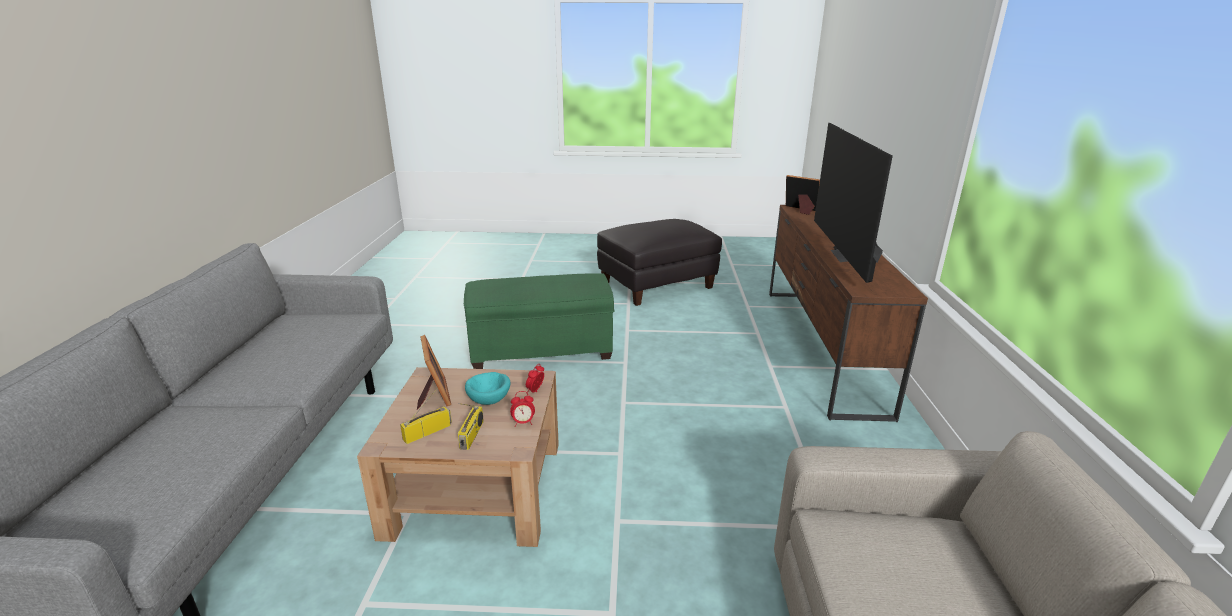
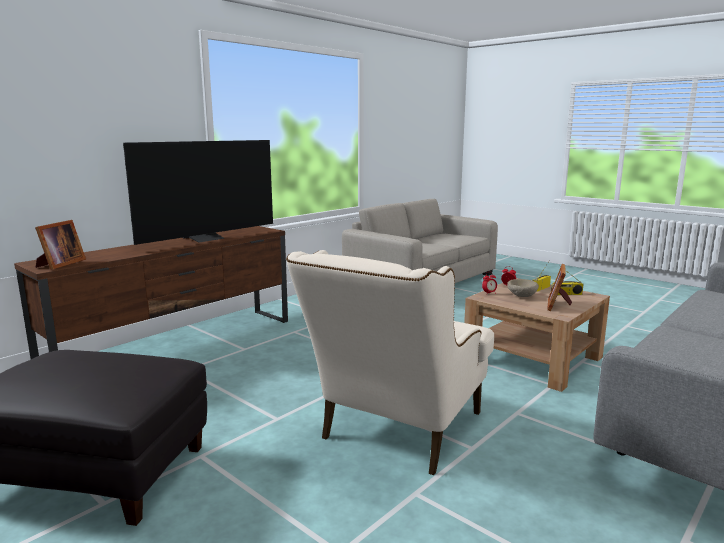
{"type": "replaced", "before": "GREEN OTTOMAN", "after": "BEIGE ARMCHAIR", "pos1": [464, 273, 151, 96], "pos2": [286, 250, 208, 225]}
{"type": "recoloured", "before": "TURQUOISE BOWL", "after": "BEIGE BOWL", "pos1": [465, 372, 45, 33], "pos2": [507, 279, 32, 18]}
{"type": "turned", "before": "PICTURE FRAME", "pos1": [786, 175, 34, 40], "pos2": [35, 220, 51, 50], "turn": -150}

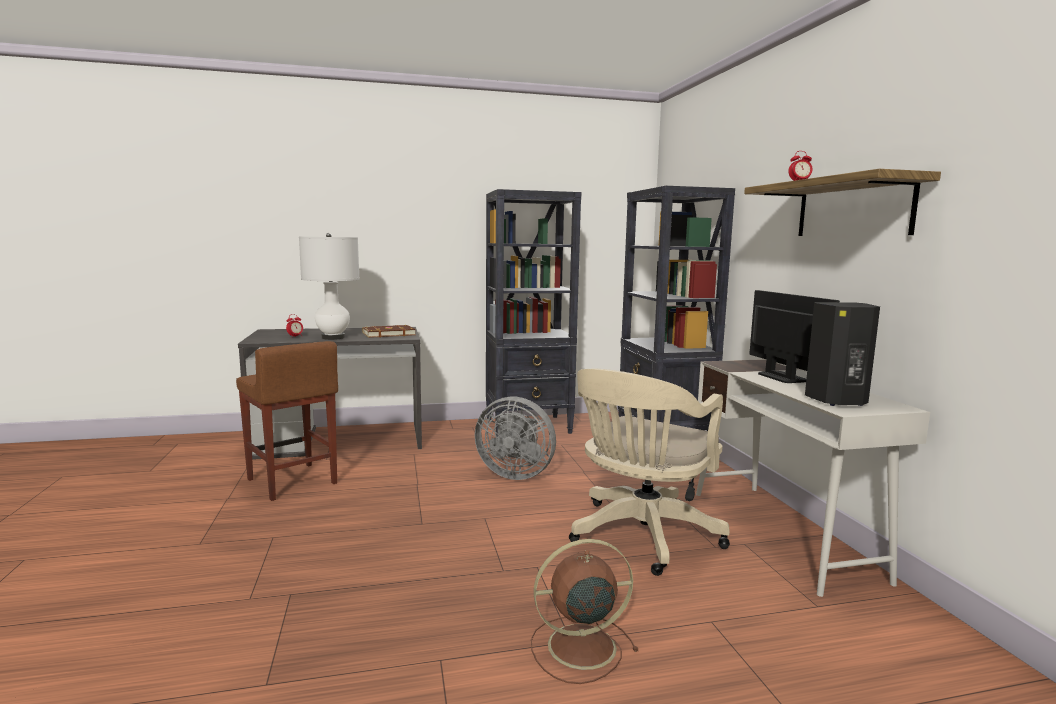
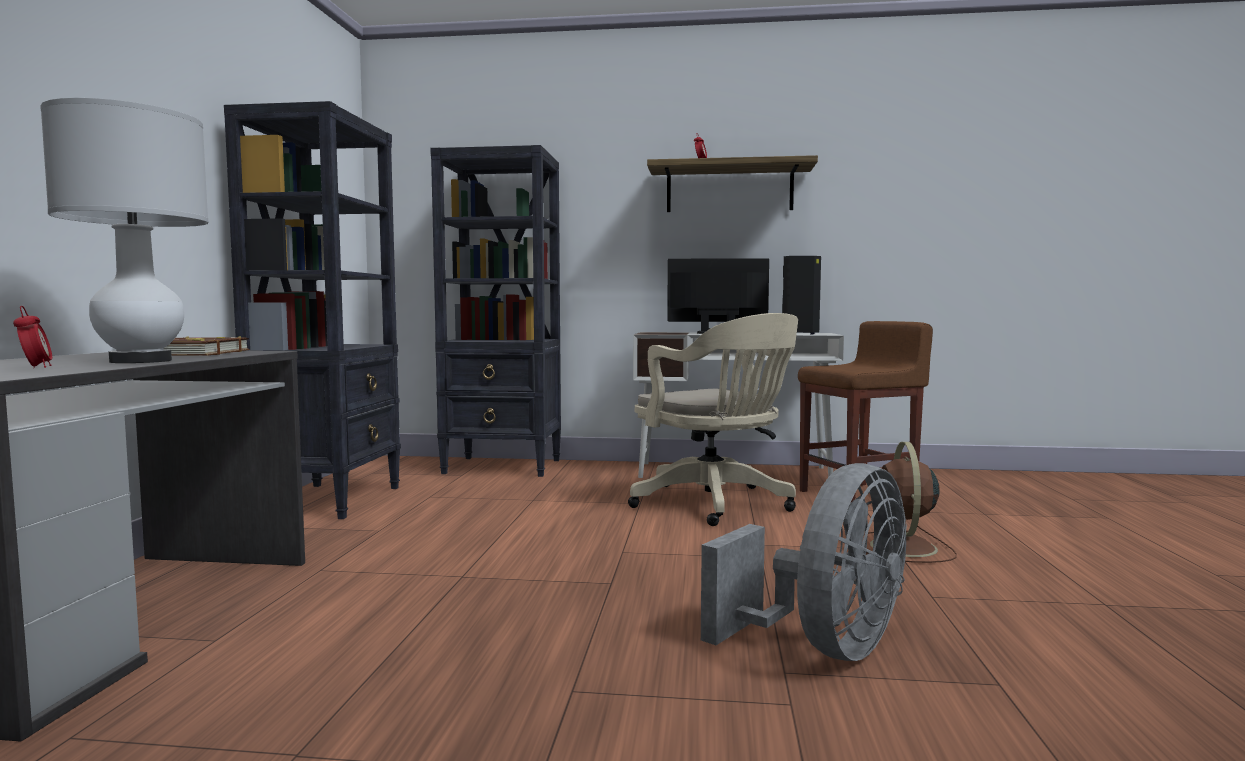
{"type": "moved", "before": "BROWN STOOL", "pos1": [236, 341, 102, 160], "pos2": [798, 321, 135, 181]}
{"type": "moved", "before": "GREY FAN", "pos1": [475, 397, 81, 83], "pos2": [701, 463, 206, 198]}

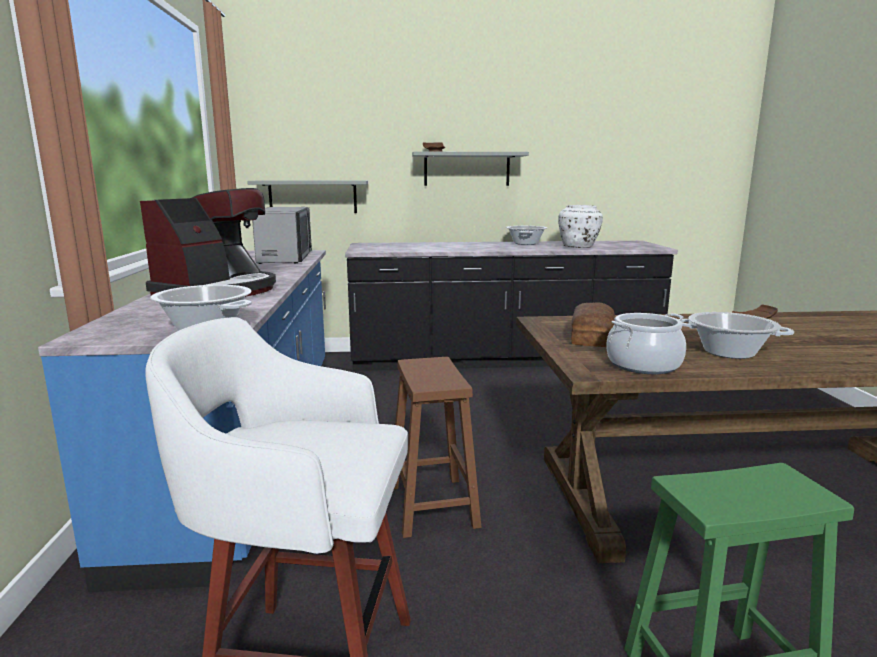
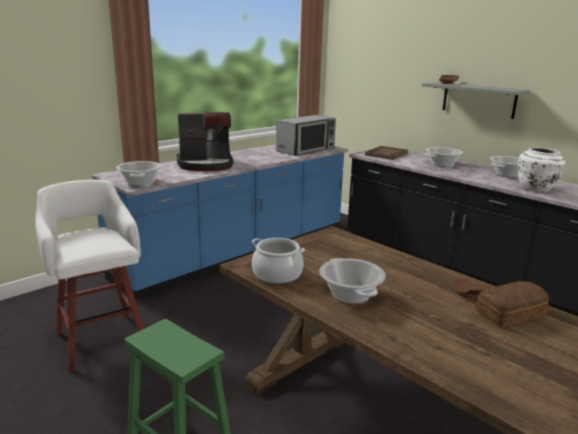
{"type": "removed", "before": "GREY SHELF", "pos1": [247, 181, 121, 32]}
{"type": "removed", "before": "BROWN STOOL", "pos1": [394, 357, 87, 181]}
{"type": "moved", "before": "BREAD", "pos1": [571, 303, 44, 44], "pos2": [475, 281, 74, 46]}
{"type": "added", "after": "BROWN TRAY", "pos2": [365, 146, 43, 14]}
{"type": "added", "after": "COOKING POT", "pos2": [425, 147, 38, 20]}

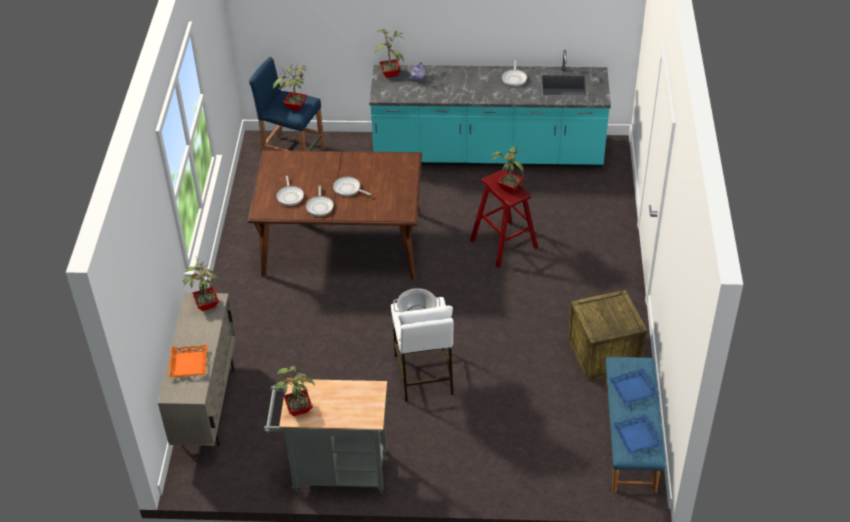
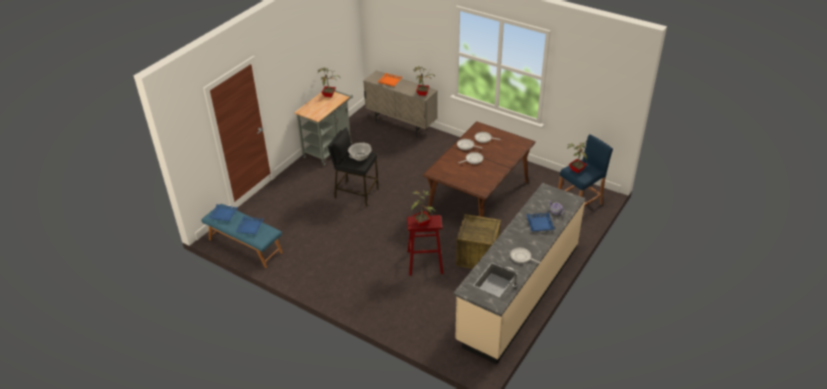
{"type": "recoloured", "before": "TURQUOISE COUNTER", "after": "BEIGE COUNTER", "pos1": [369, 50, 242, 117], "pos2": [453, 183, 133, 181]}
{"type": "removed", "before": "POTTED PLANT", "pos1": [375, 29, 29, 49]}
{"type": "recoloured", "before": "WHITE STOOL", "after": "BLACK STOOL", "pos1": [391, 297, 63, 105], "pos2": [328, 127, 50, 79]}
{"type": "moved", "before": "CRATE", "pos1": [568, 290, 79, 91], "pos2": [456, 214, 45, 55]}
{"type": "added", "after": "BLUE TRAY", "pos2": [526, 213, 29, 18]}

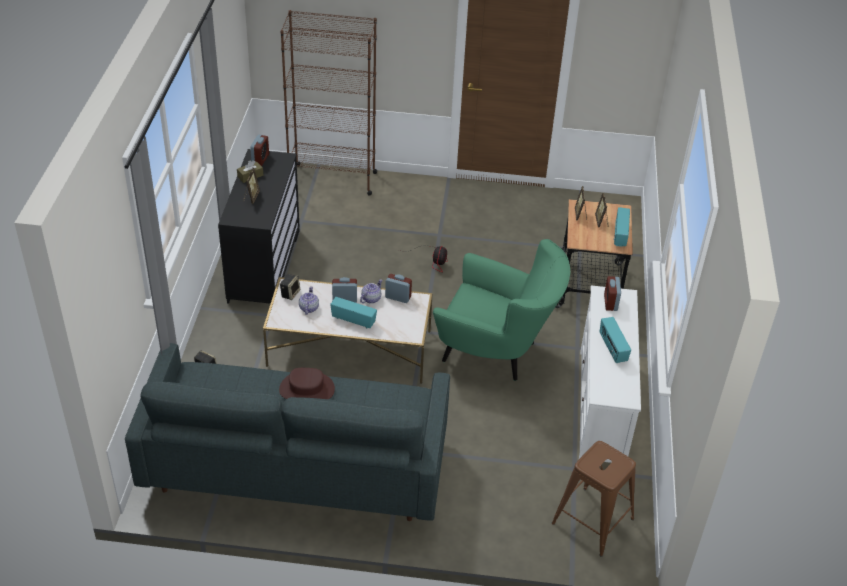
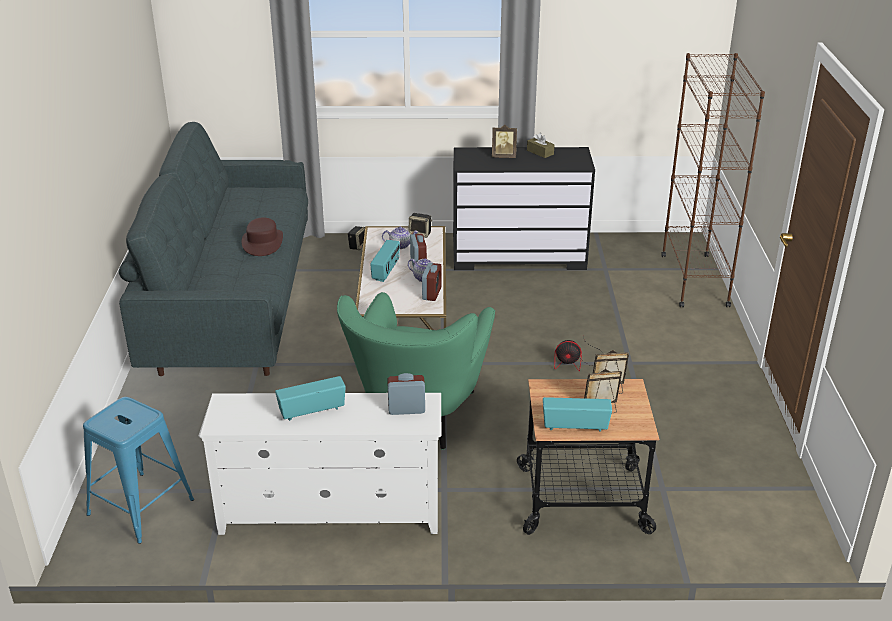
{"type": "removed", "before": "ALARM CLOCK", "pos1": [250, 135, 19, 31]}
{"type": "recoloured", "before": "BROWN STOOL", "after": "BLUE STOOL", "pos1": [552, 441, 84, 116], "pos2": [83, 397, 111, 147]}

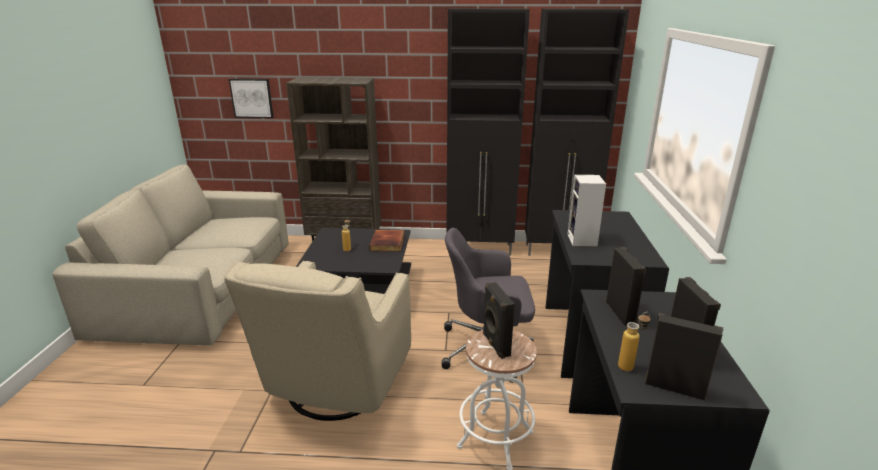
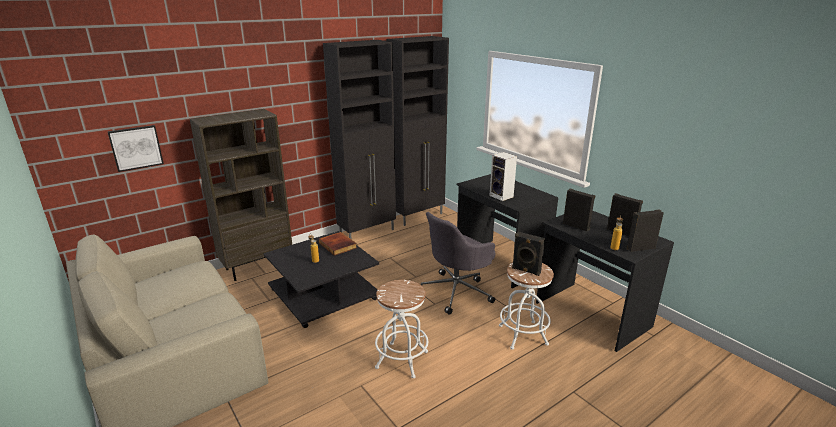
{"type": "replaced", "before": "BEIGE ARMCHAIR", "after": "WHITE STOOL", "pos1": [224, 261, 187, 160], "pos2": [375, 280, 53, 98]}

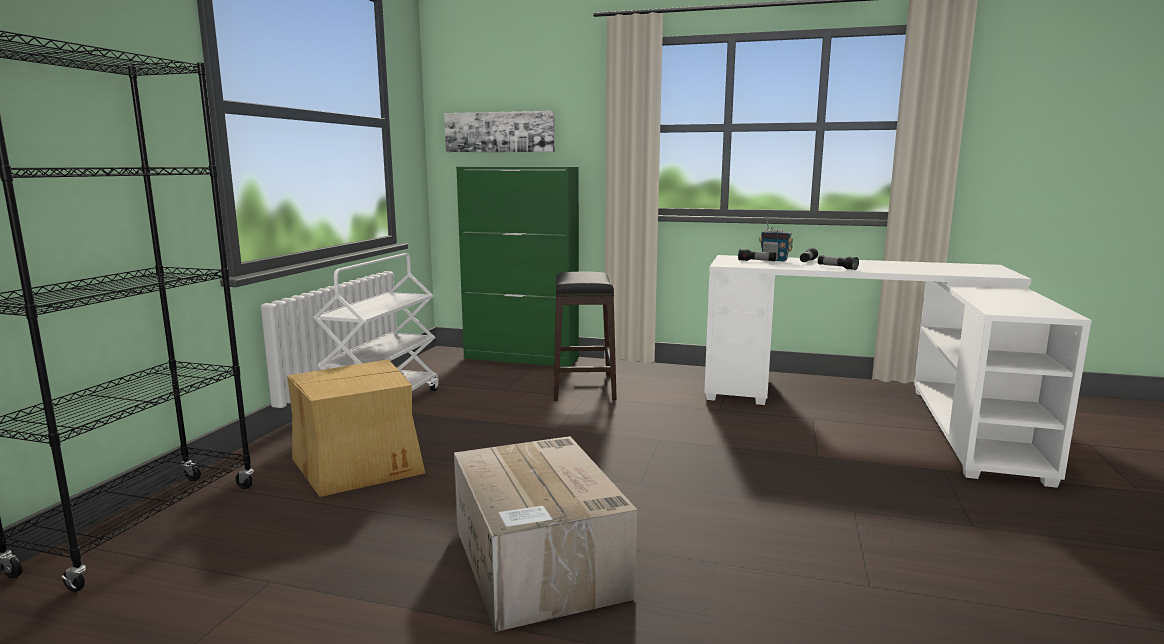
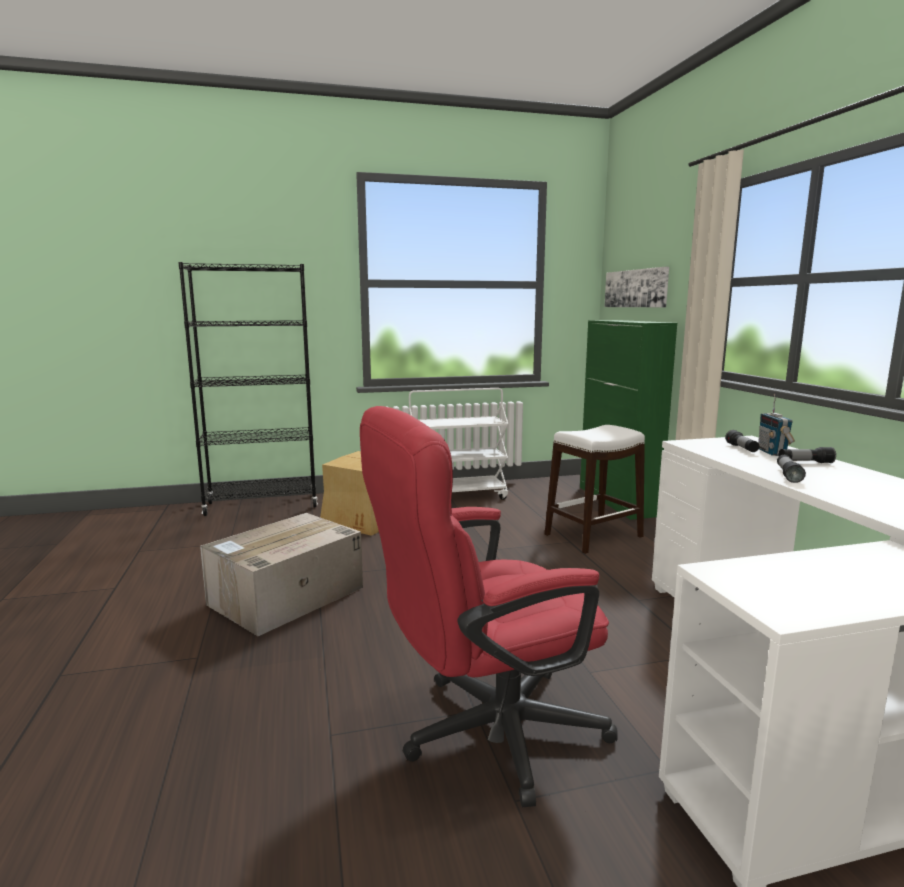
{"type": "recoloured", "before": "BLACK STOOL", "after": "WHITE STOOL", "pos1": [554, 272, 63, 129], "pos2": [545, 425, 100, 129]}
{"type": "added", "after": "RED OFFICE CHAIR", "pos2": [360, 406, 258, 402]}

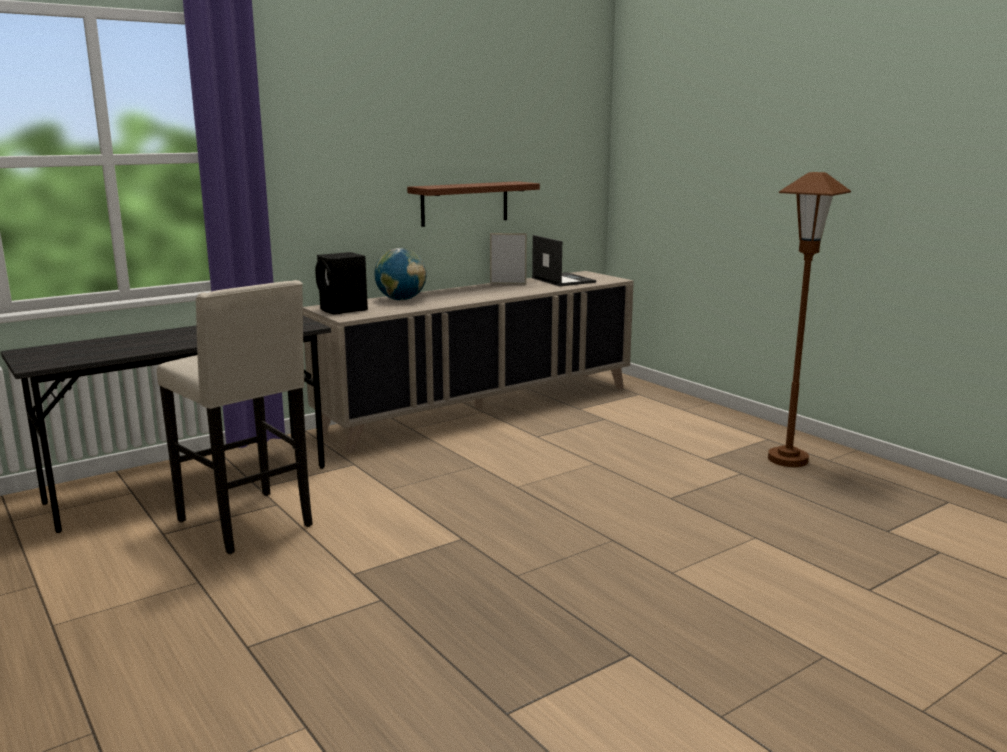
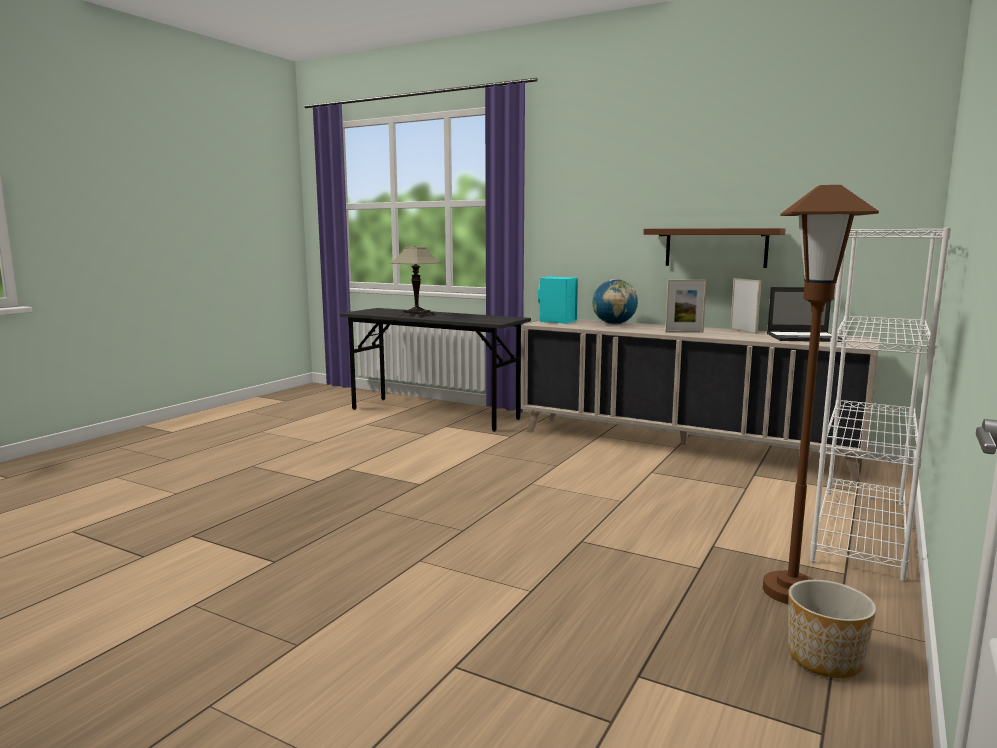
{"type": "removed", "before": "BEIGE STOOL", "pos1": [157, 280, 155, 274]}
{"type": "recoloured", "before": "BLACK SPEAKER", "after": "TURQUOISE SPEAKER", "pos1": [315, 252, 53, 62], "pos2": [538, 277, 40, 47]}
{"type": "turned", "before": "LAPTOP", "pos1": [532, 235, 64, 51], "pos2": [767, 287, 75, 55], "turn": 60}
{"type": "added", "after": "TABLE LAMP", "pos2": [390, 246, 52, 72]}
{"type": "added", "after": "PICTURE FRAME", "pos2": [665, 280, 42, 53]}
{"type": "added", "after": "PLANTER", "pos2": [788, 580, 88, 98]}
{"type": "added", "after": "WHITE BOOKCASE", "pos2": [810, 228, 141, 354]}

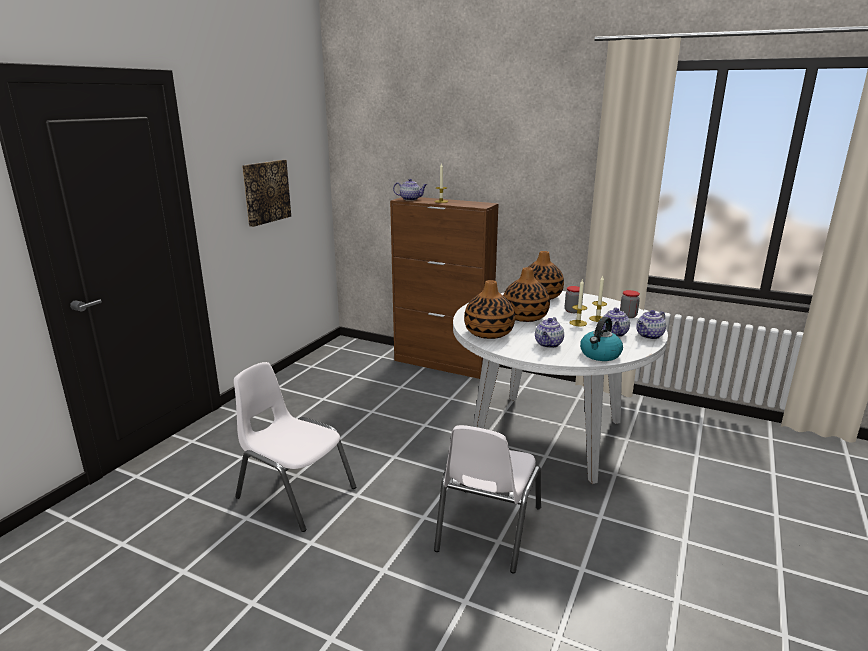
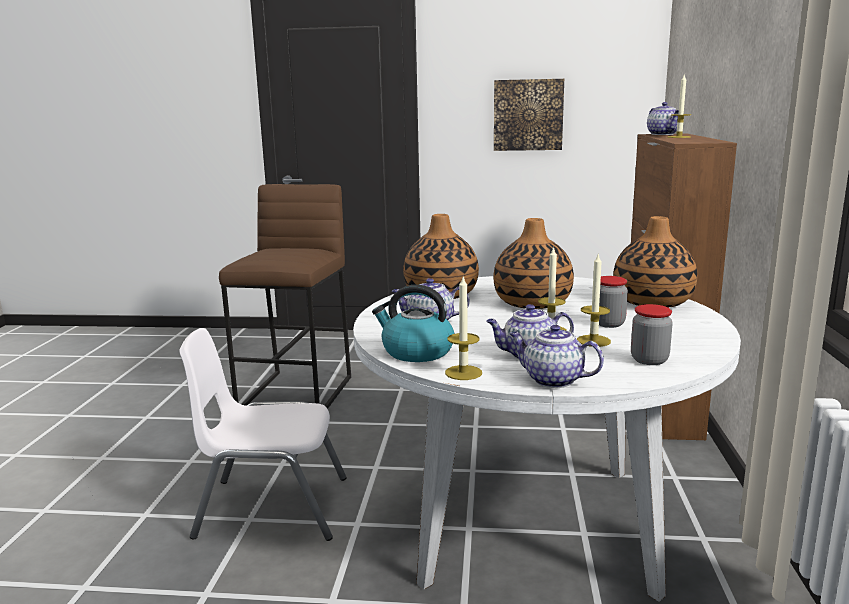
{"type": "replaced", "before": "WHITE CHAIR", "after": "BROWN STOOL", "pos1": [234, 362, 122, 170], "pos2": [219, 184, 132, 225]}
{"type": "added", "after": "CANDLE", "pos2": [445, 277, 37, 103]}

